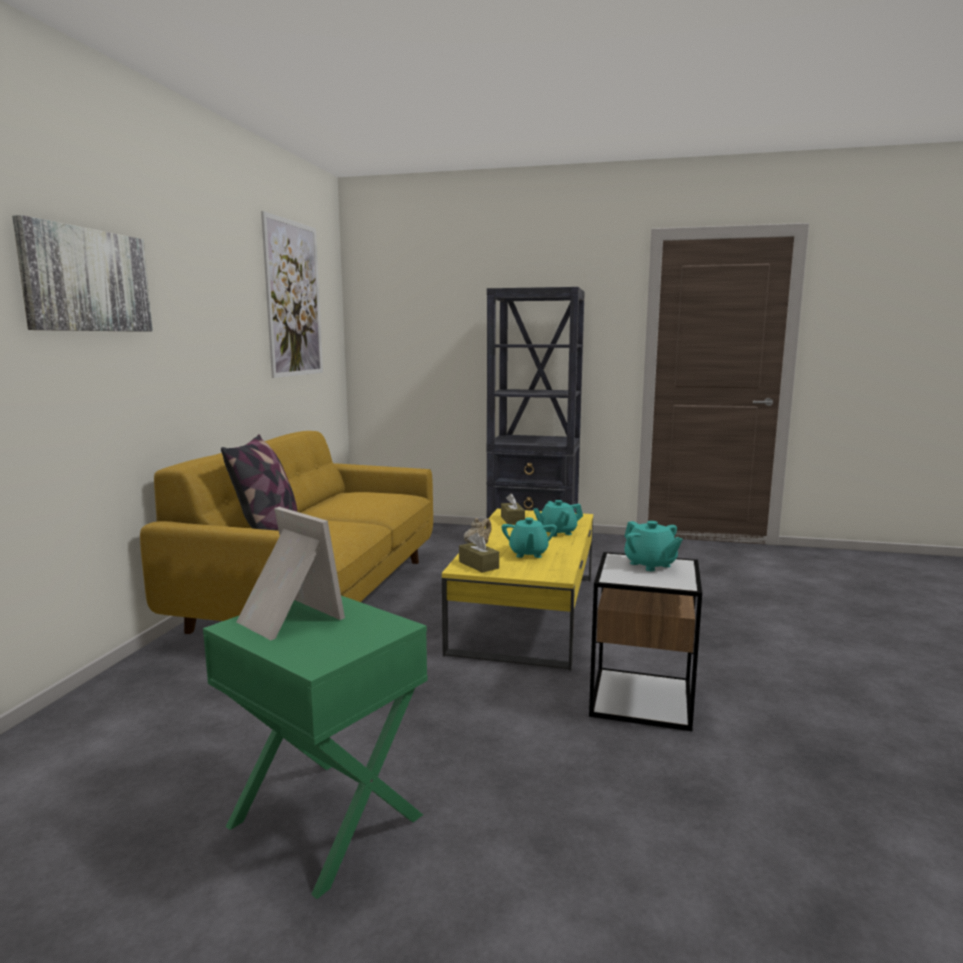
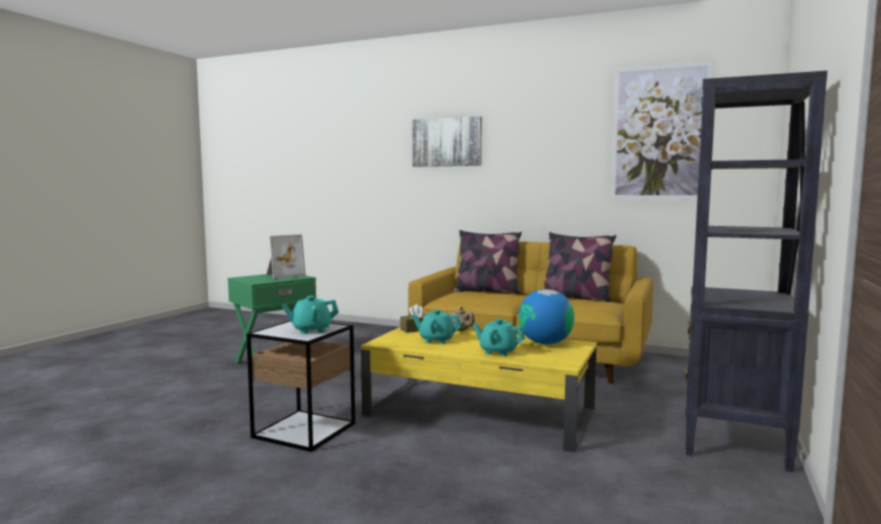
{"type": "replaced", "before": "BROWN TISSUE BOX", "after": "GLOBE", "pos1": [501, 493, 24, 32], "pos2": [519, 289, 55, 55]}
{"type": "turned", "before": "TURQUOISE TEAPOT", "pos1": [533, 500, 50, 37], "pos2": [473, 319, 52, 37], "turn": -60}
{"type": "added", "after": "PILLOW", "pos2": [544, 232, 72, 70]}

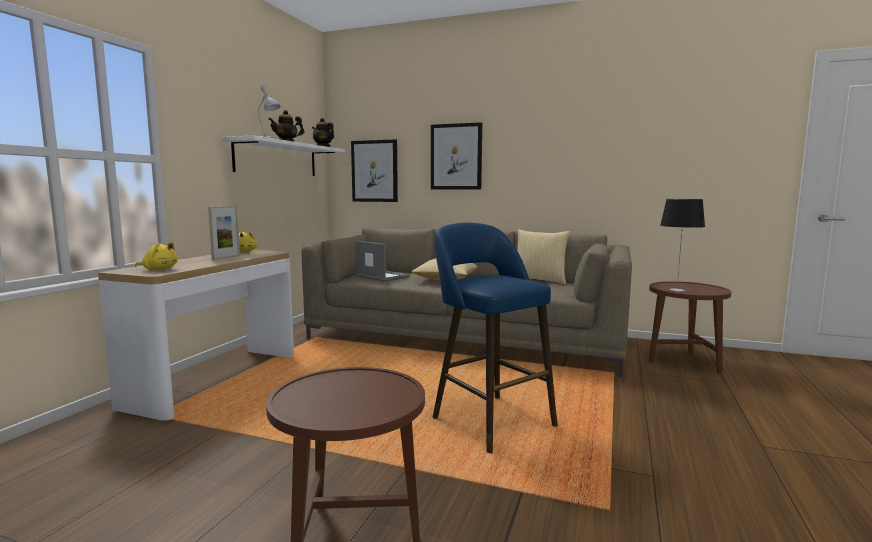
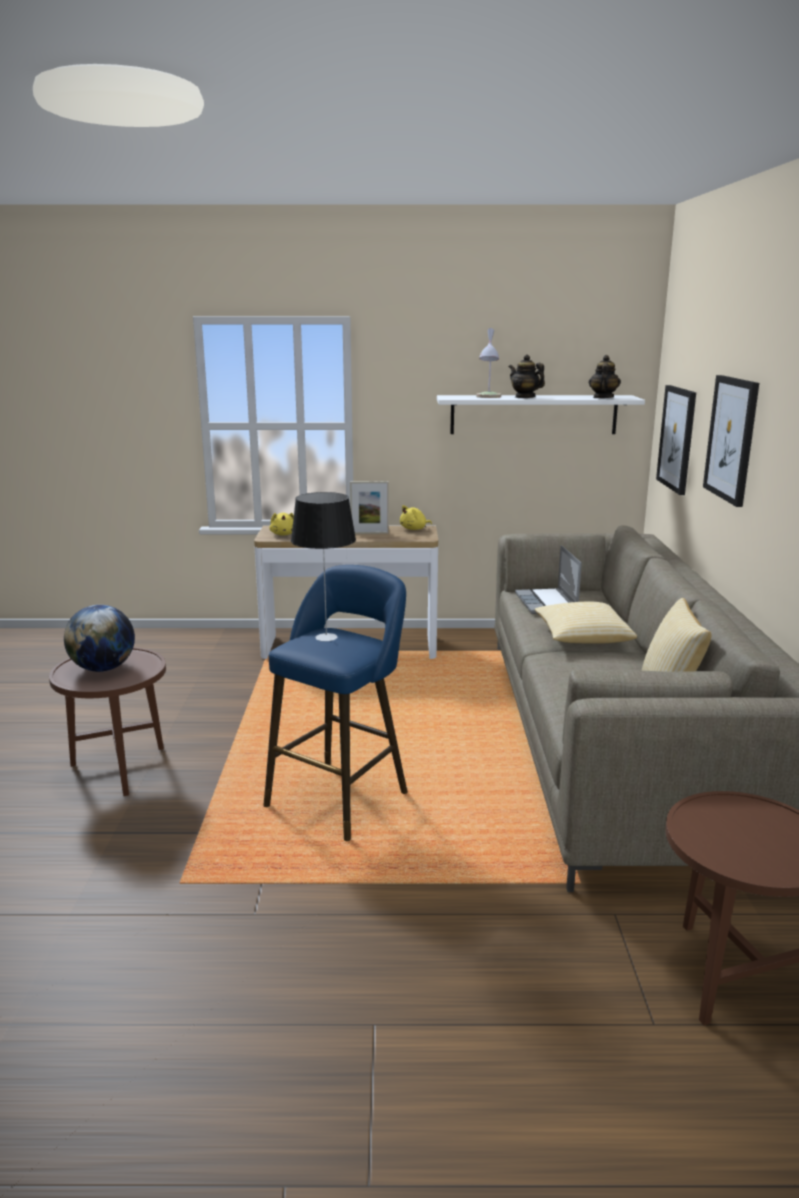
{"type": "turned", "before": "LAPTOP", "pos1": [355, 241, 55, 41], "pos2": [515, 545, 67, 69], "turn": 150}
{"type": "moved", "before": "TABLE LAMP", "pos1": [660, 199, 45, 92], "pos2": [291, 492, 65, 149]}
{"type": "added", "after": "GLOBE", "pos2": [64, 605, 71, 67]}

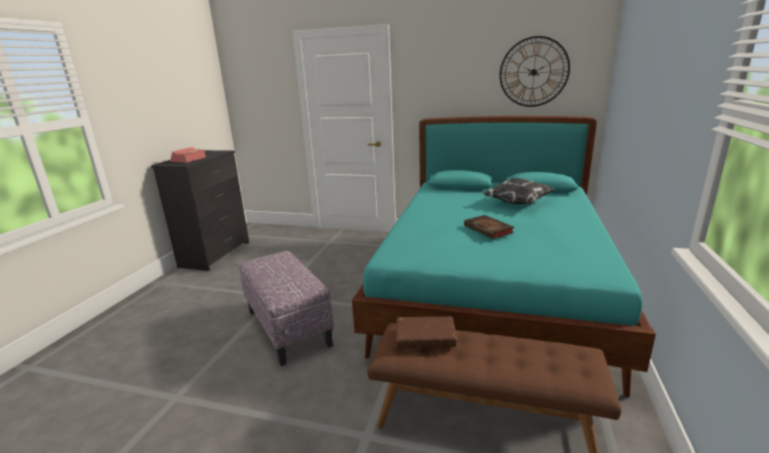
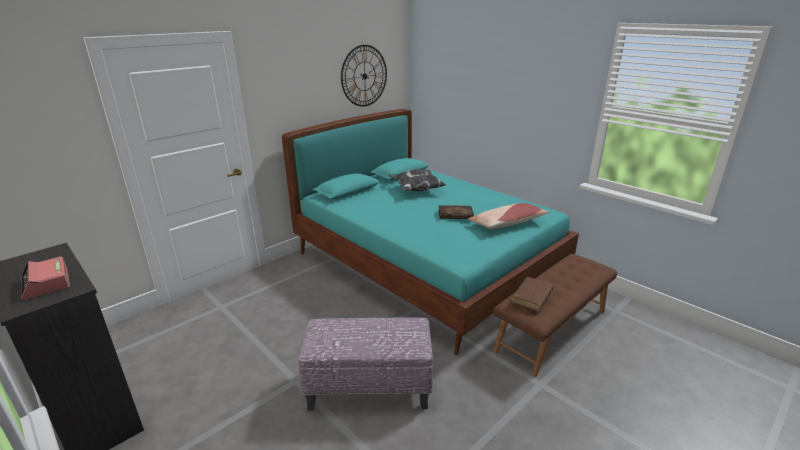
{"type": "added", "after": "PILLOW", "pos2": [468, 203, 81, 26]}

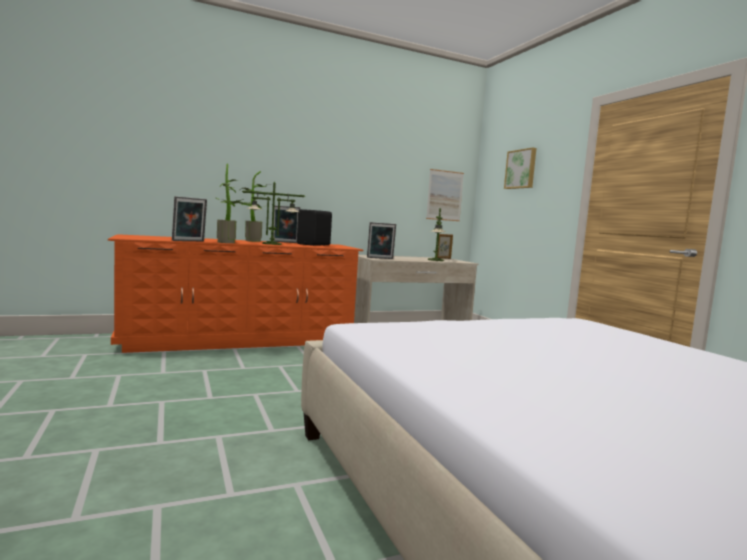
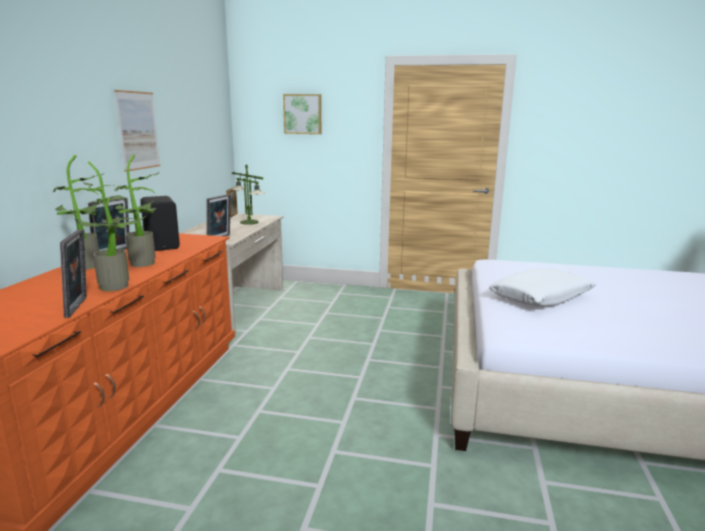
{"type": "replaced", "before": "TABLE LAMP", "after": "POTTED PLANT", "pos1": [242, 182, 63, 63], "pos2": [114, 154, 45, 113]}
{"type": "moved", "before": "PICTURE", "pos1": [426, 169, 38, 52], "pos2": [114, 90, 46, 82]}
{"type": "added", "after": "WHITE PILLOW", "pos2": [489, 268, 107, 38]}

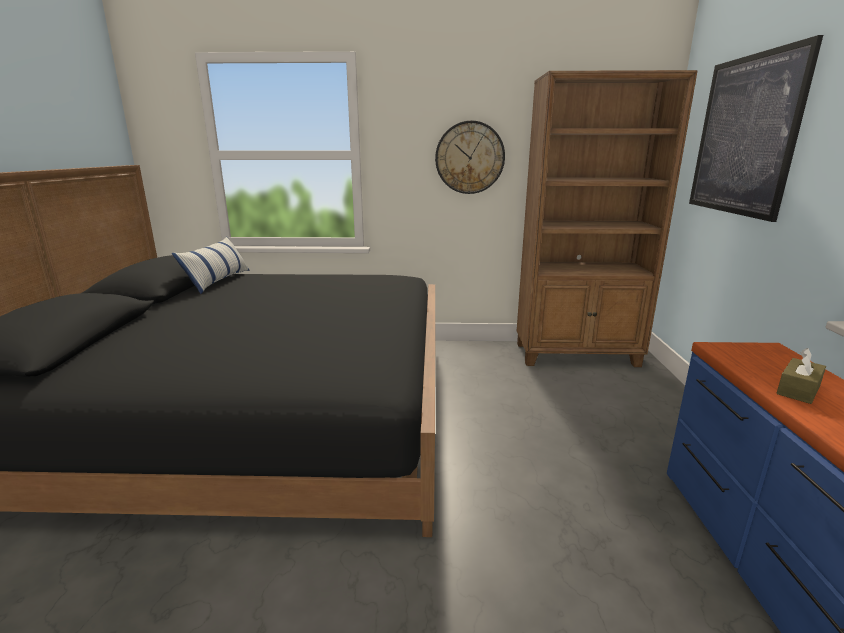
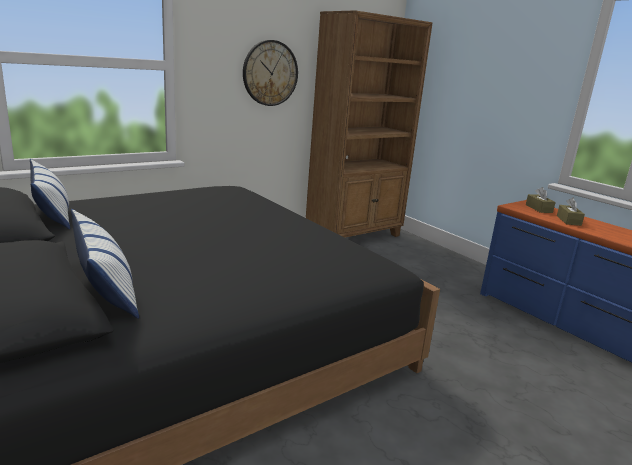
{"type": "removed", "before": "PICTURE", "pos1": [689, 35, 134, 187]}
{"type": "added", "after": "PILLOW", "pos2": [71, 209, 68, 110]}
{"type": "added", "after": "BROWN TISSUE BOX", "pos2": [526, 187, 30, 26]}

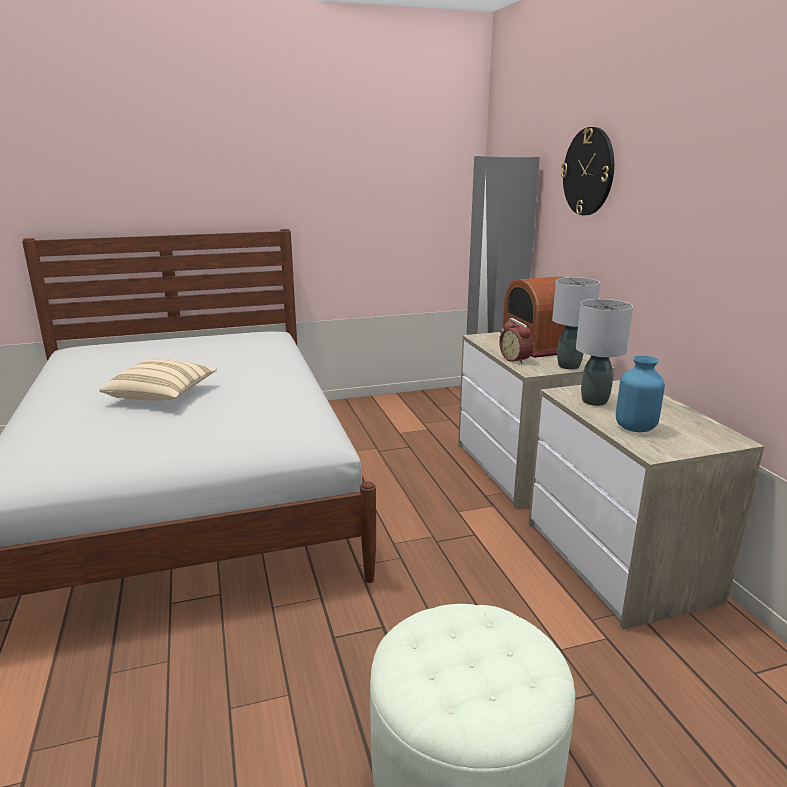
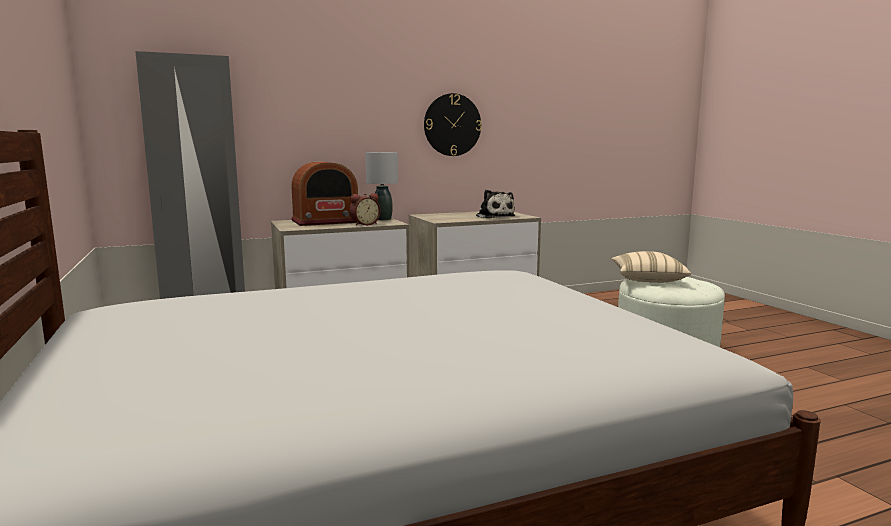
{"type": "moved", "before": "BEIGE PILLOW", "pos1": [100, 359, 117, 42], "pos2": [611, 251, 81, 31]}
{"type": "moved", "before": "WALL CLOCK", "pos1": [561, 127, 53, 88], "pos2": [424, 93, 58, 63]}
{"type": "removed", "before": "GREY TABLE LAMP", "pos1": [576, 299, 57, 107]}
{"type": "replaced", "before": "BLUE VASE", "after": "PLUSH TOY", "pos1": [616, 355, 49, 77], "pos2": [476, 190, 39, 28]}

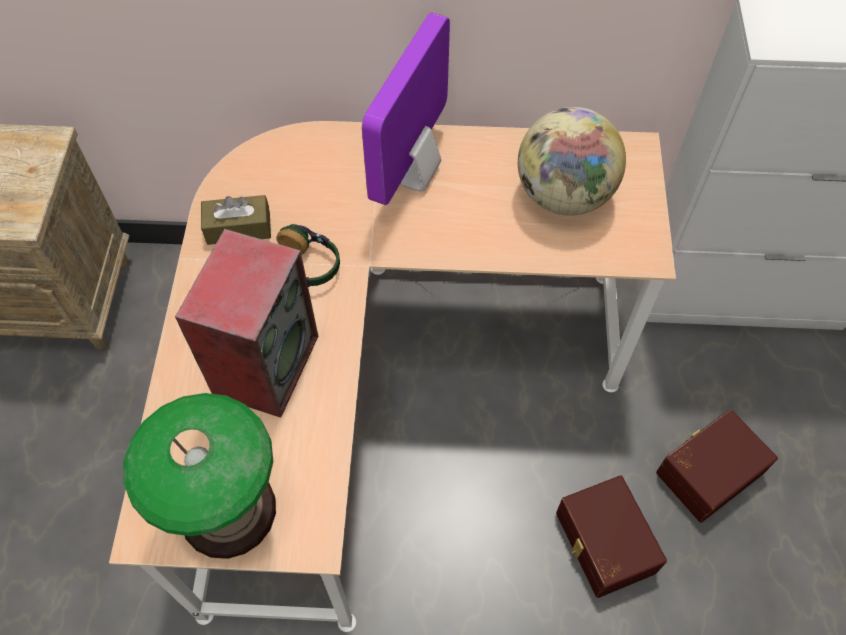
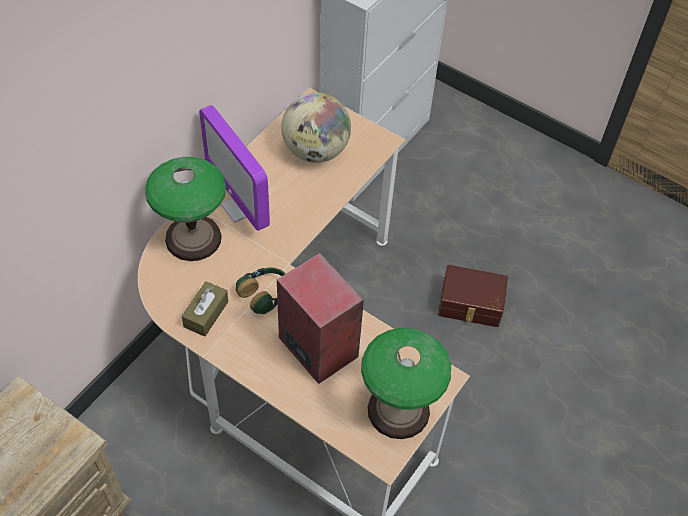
{"type": "removed", "before": "BROWN STORAGE BOX", "pos1": [656, 409, 122, 114]}
{"type": "added", "after": "TABLE LAMP", "pos2": [145, 157, 81, 104]}

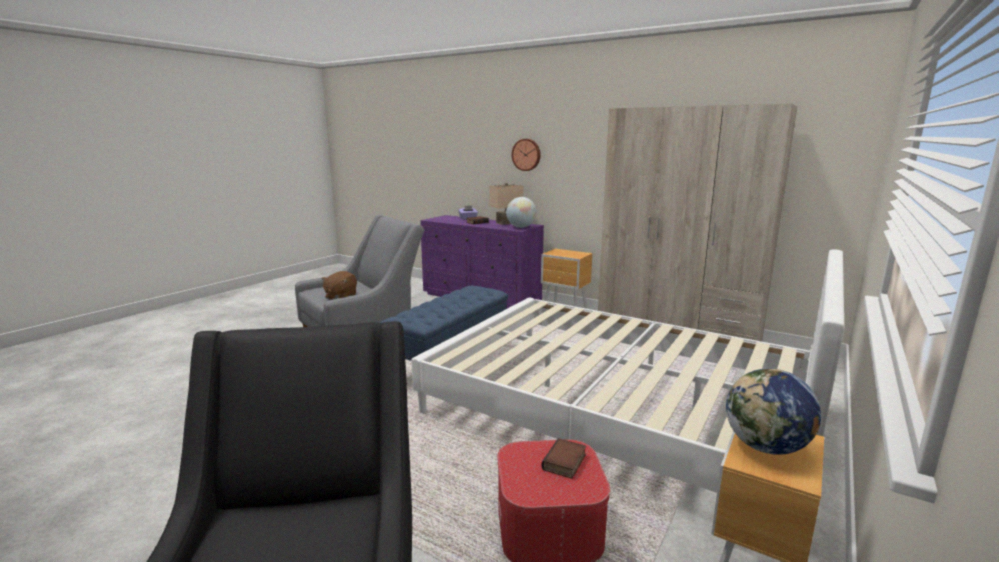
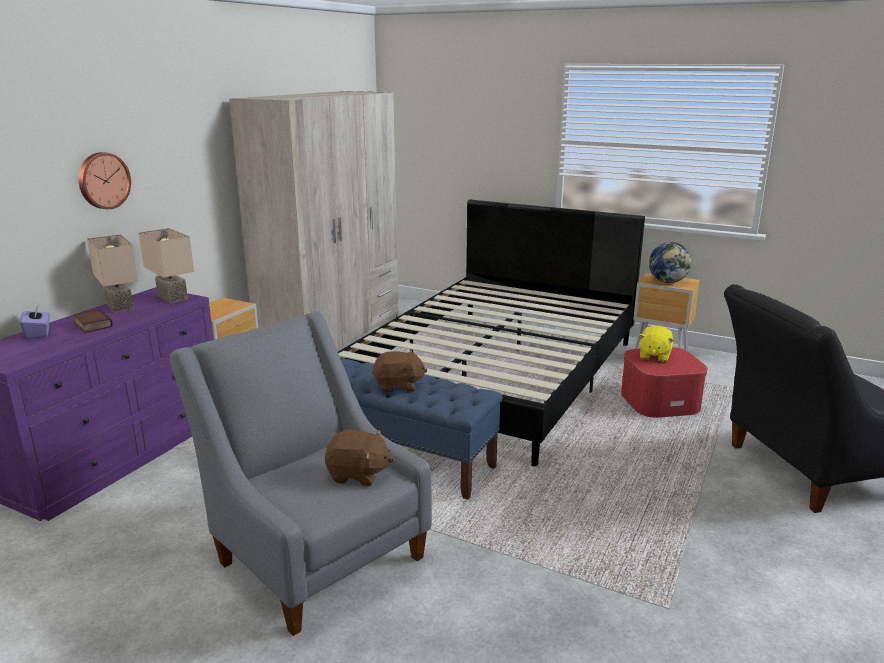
{"type": "recoloured", "before": "WHITE BED", "after": "BLACK BED", "pos1": [411, 249, 433, 244], "pos2": [338, 200, 307, 266]}
{"type": "replaced", "before": "GLOBE", "after": "BEIGE TABLE LAMP", "pos1": [506, 197, 31, 31], "pos2": [139, 228, 55, 75]}
{"type": "replaced", "before": "BOOK", "after": "YELLOW PLUSH TOY", "pos1": [542, 438, 44, 41], "pos2": [638, 326, 36, 37]}
{"type": "added", "after": "BROWN PLUSH TOY", "pos2": [373, 350, 55, 43]}

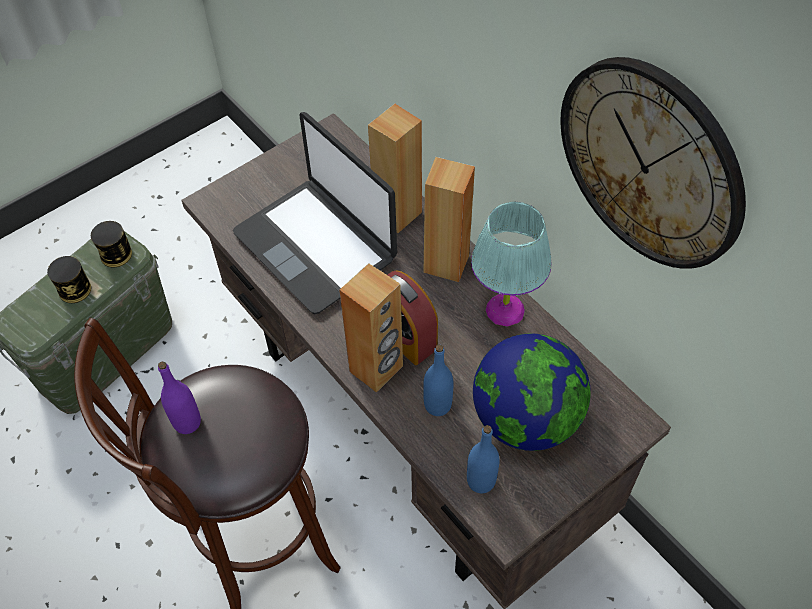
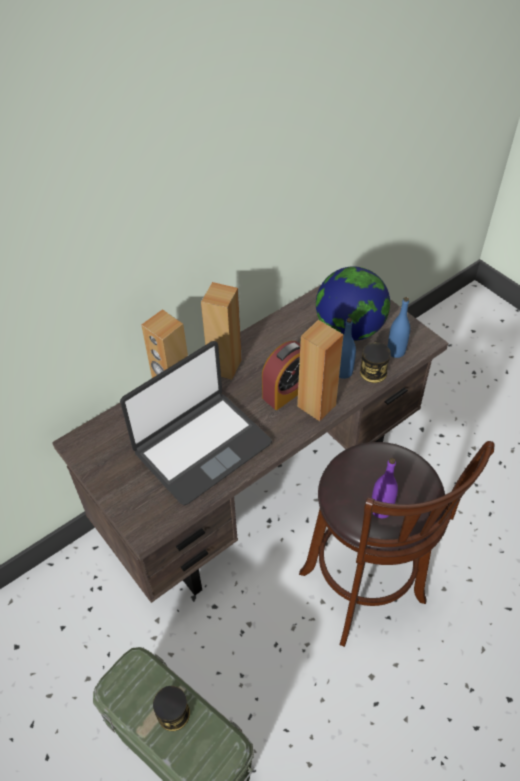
{"type": "moved", "before": "CAN", "pos1": [91, 221, 41, 46], "pos2": [360, 342, 31, 41]}
{"type": "removed", "before": "TURQUOISE TABLE LAMP", "pos1": [471, 202, 81, 125]}
{"type": "removed", "before": "WALL CLOCK", "pos1": [560, 57, 186, 212]}

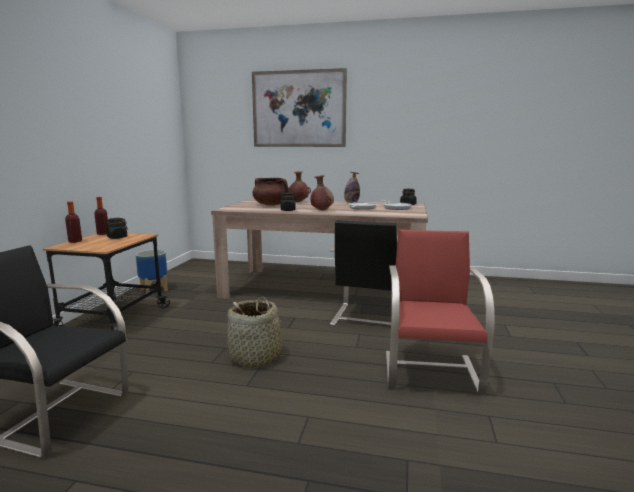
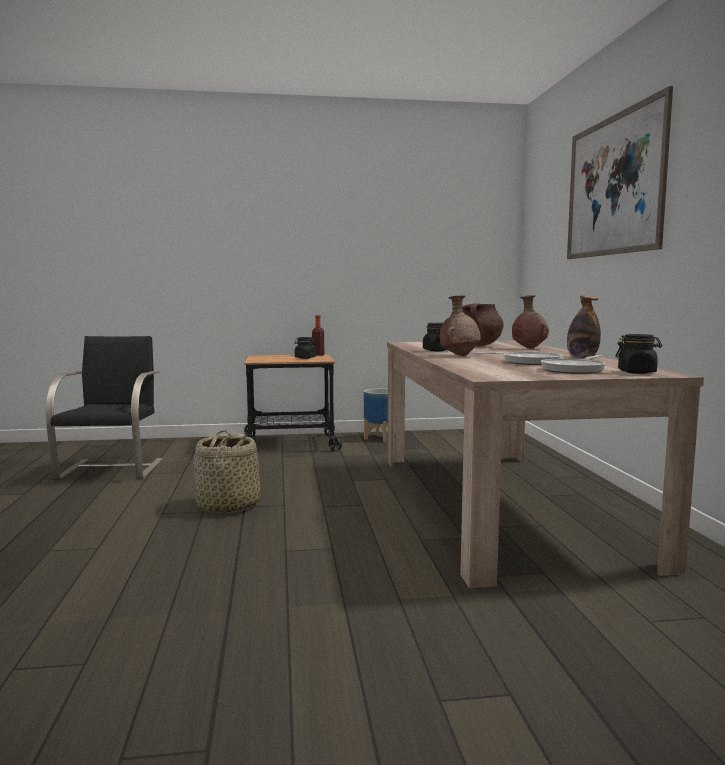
{"type": "removed", "before": "BOTTLE", "pos1": [65, 201, 17, 42]}
{"type": "removed", "before": "BLACK CHAIR", "pos1": [330, 220, 67, 106]}
{"type": "removed", "before": "RED CHAIR", "pos1": [386, 229, 109, 166]}

